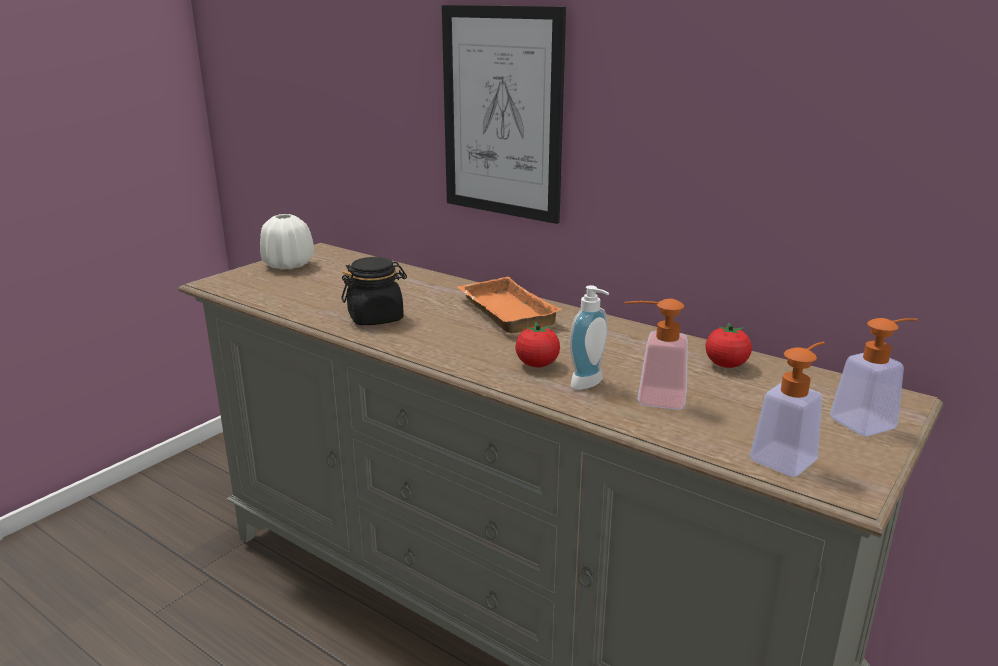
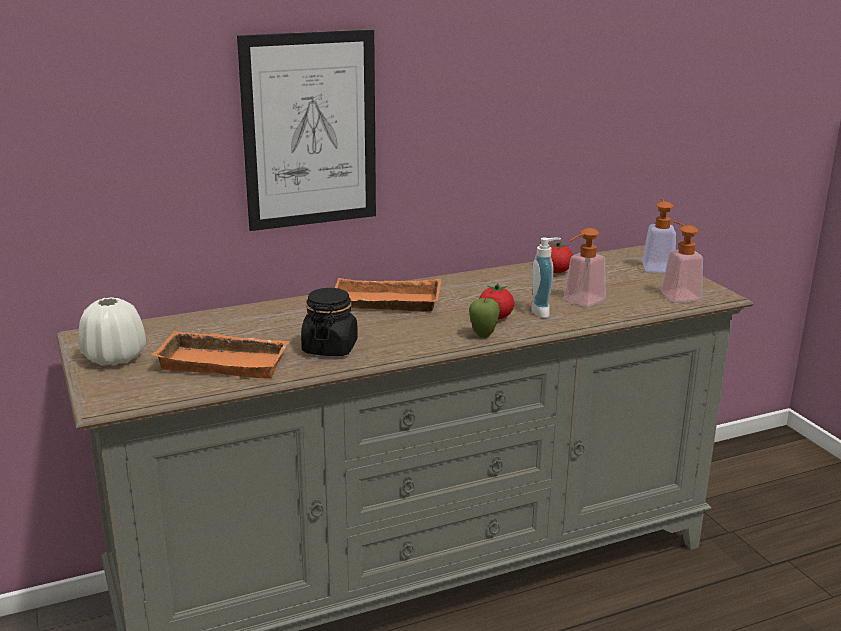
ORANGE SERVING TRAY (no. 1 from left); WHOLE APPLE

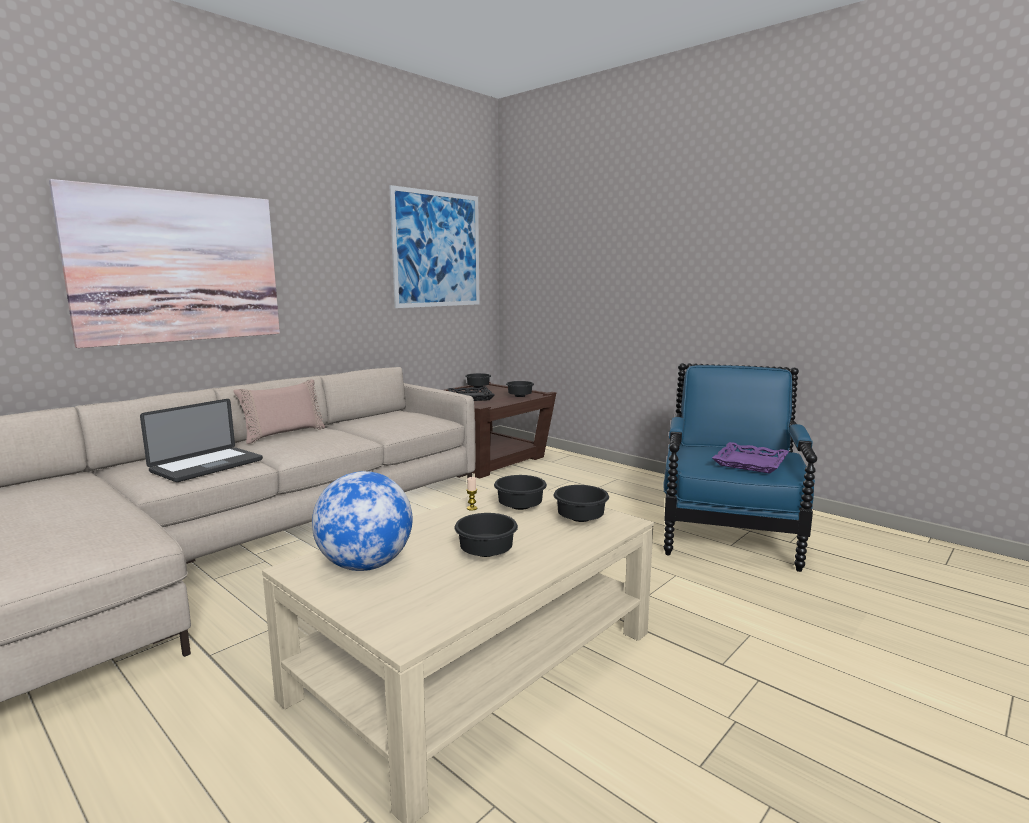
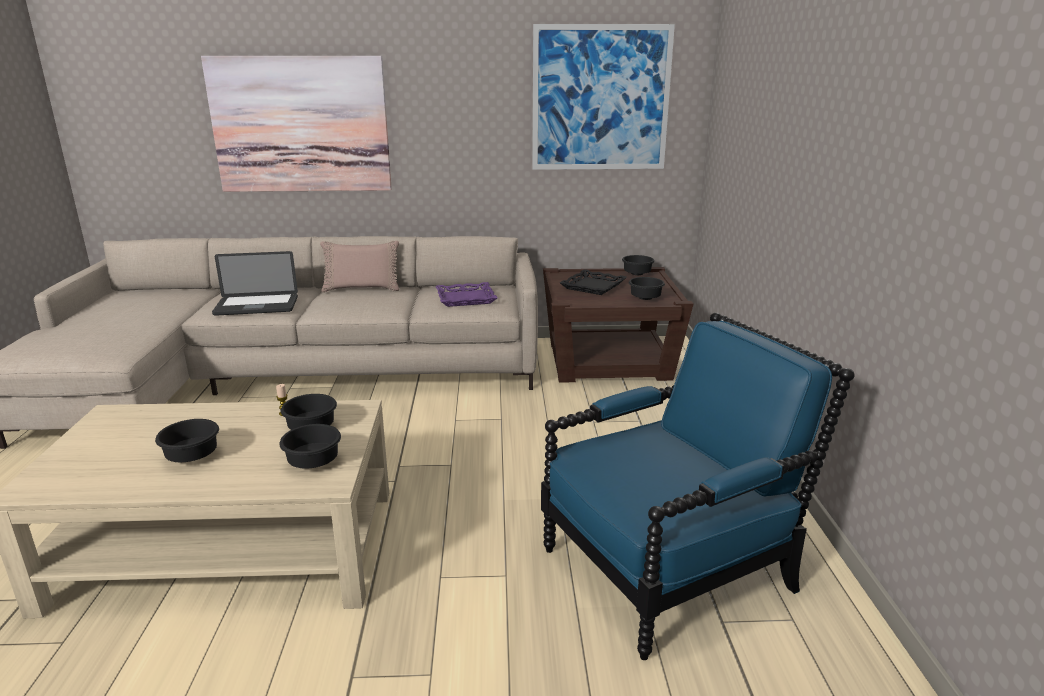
WORLD GLOBE; PURPLE-COLOURED SERVING TRAY

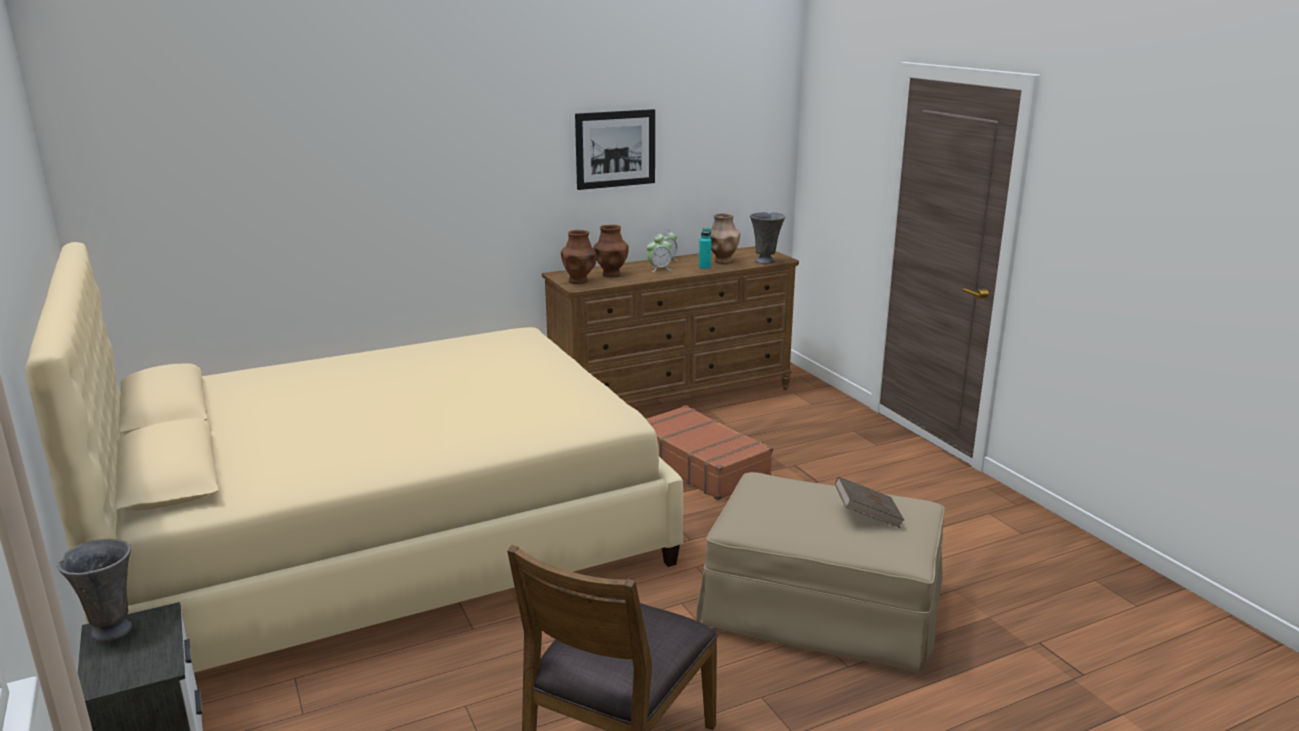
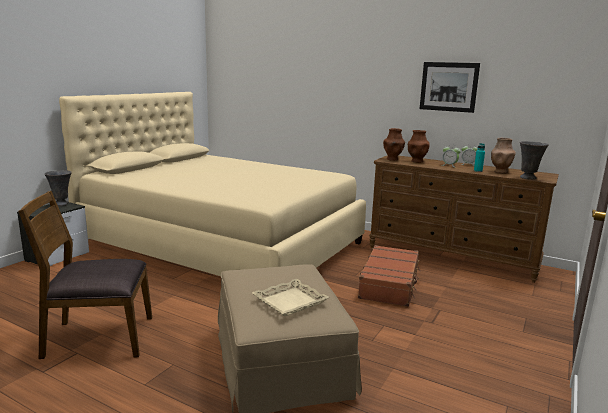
BEIGE-COLOURED SERVING TRAY

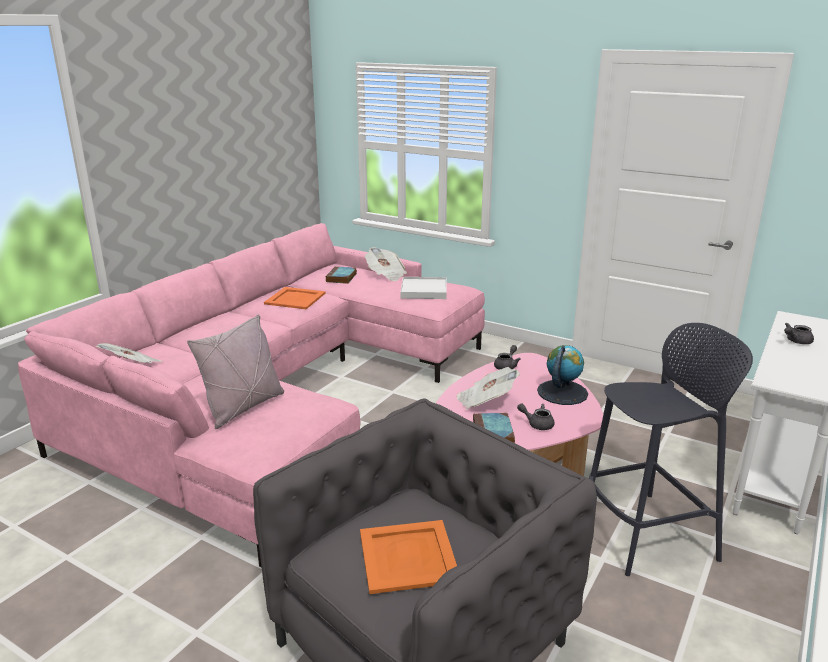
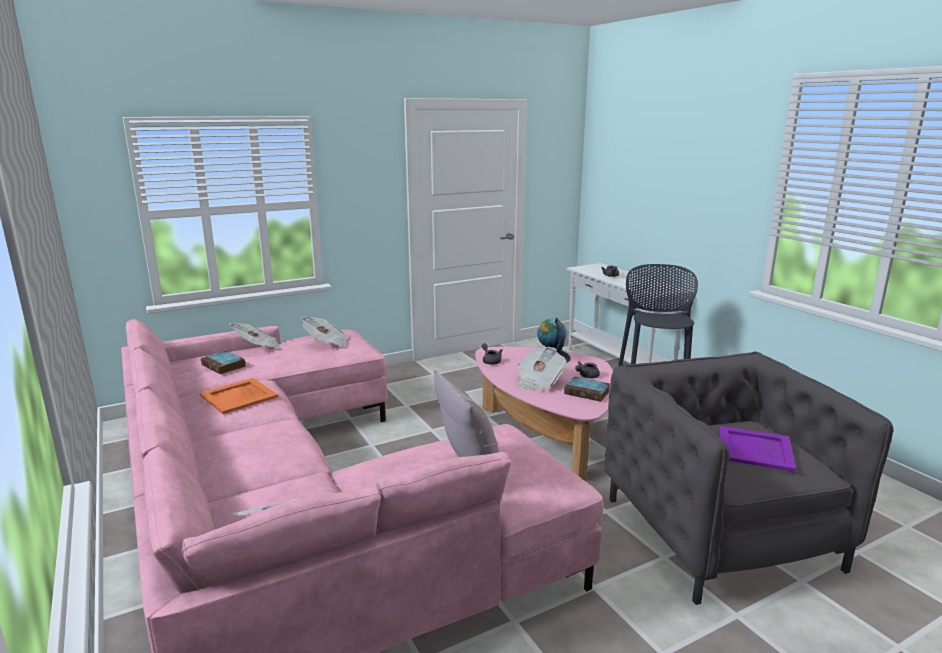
PRINTED PAPER (no. 3 from left); PURPLE-COLOURED SERVING TRAY

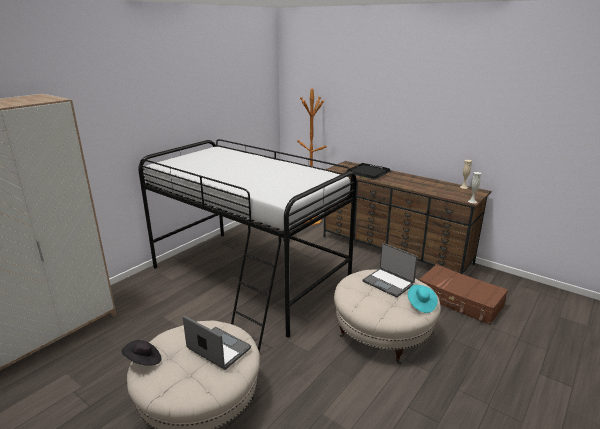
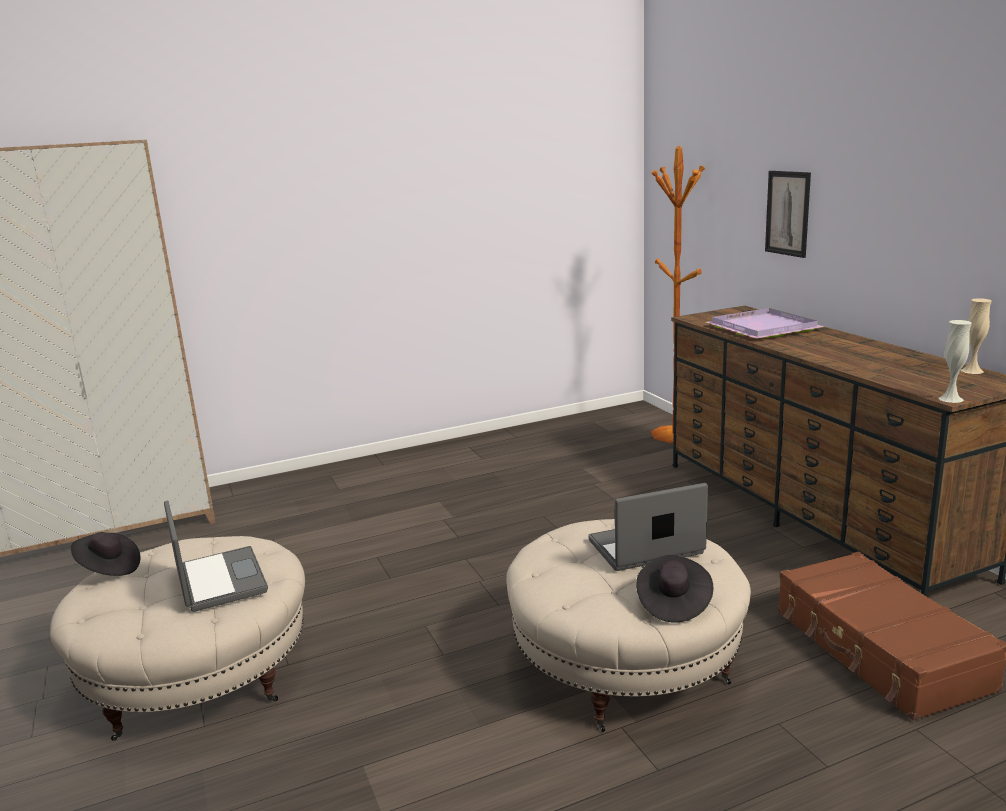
BLACKISH SLEEPING BED; PICTURE; PURPLE-COLOURED SERVING TRAY; BLACKISH CLOTHING HAT (no. 2 from left); LAPTOP (no. 2 from left)

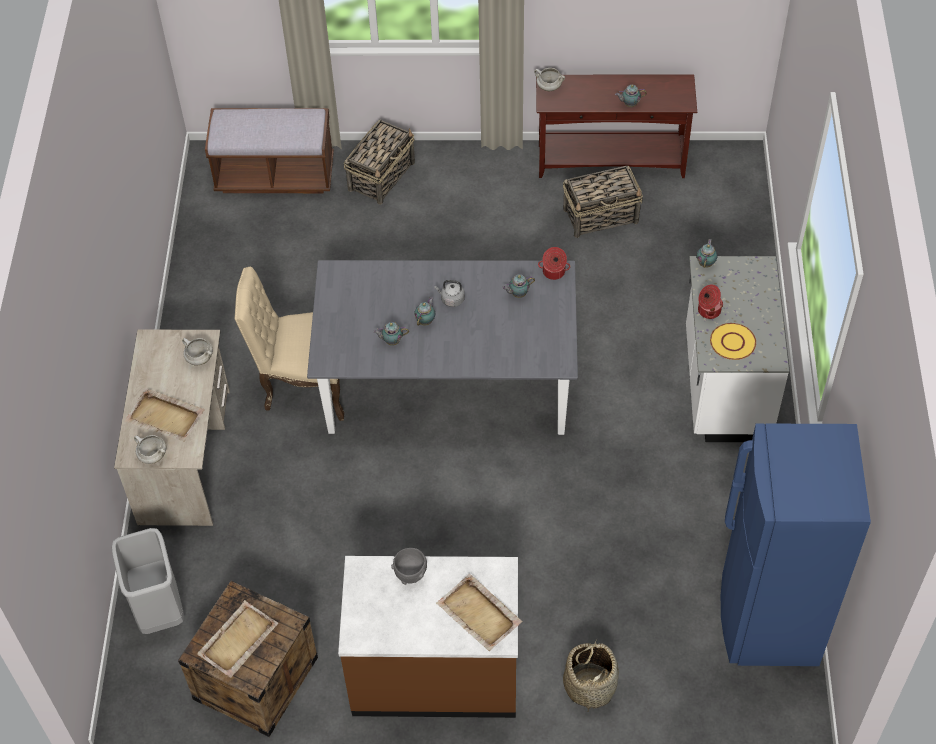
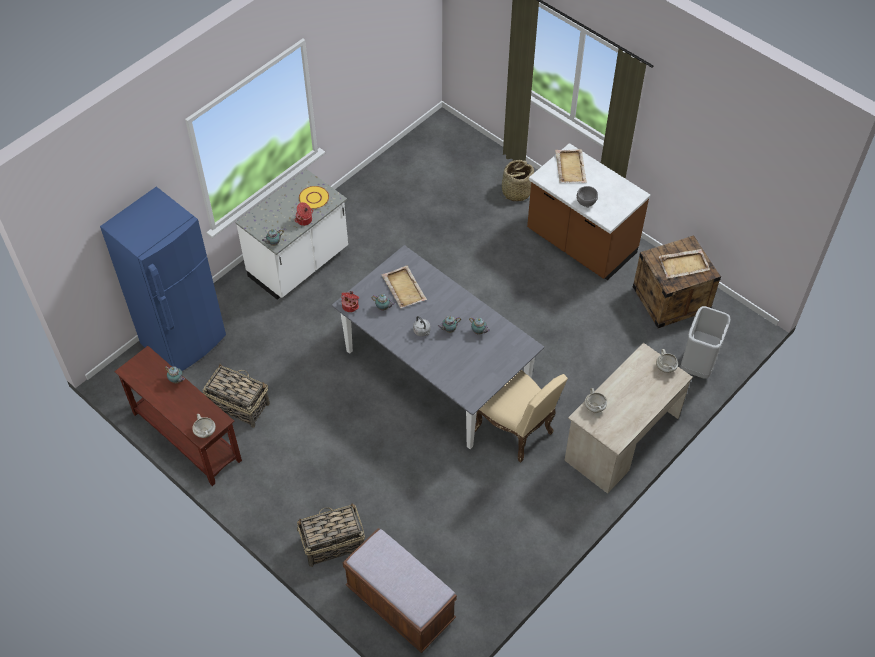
BEIGE-COLOURED SERVING TRAY (no. 1 from left); BLUE KITCHEN FRIDGE

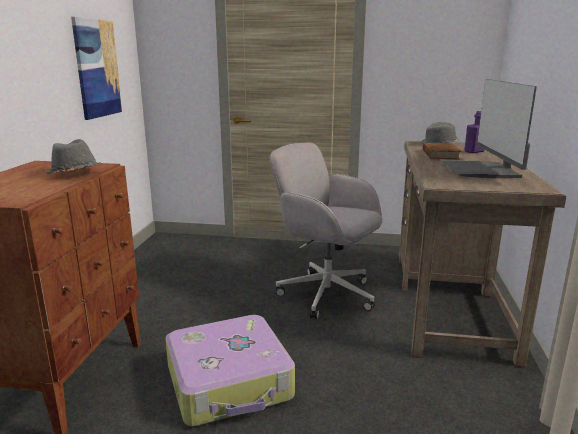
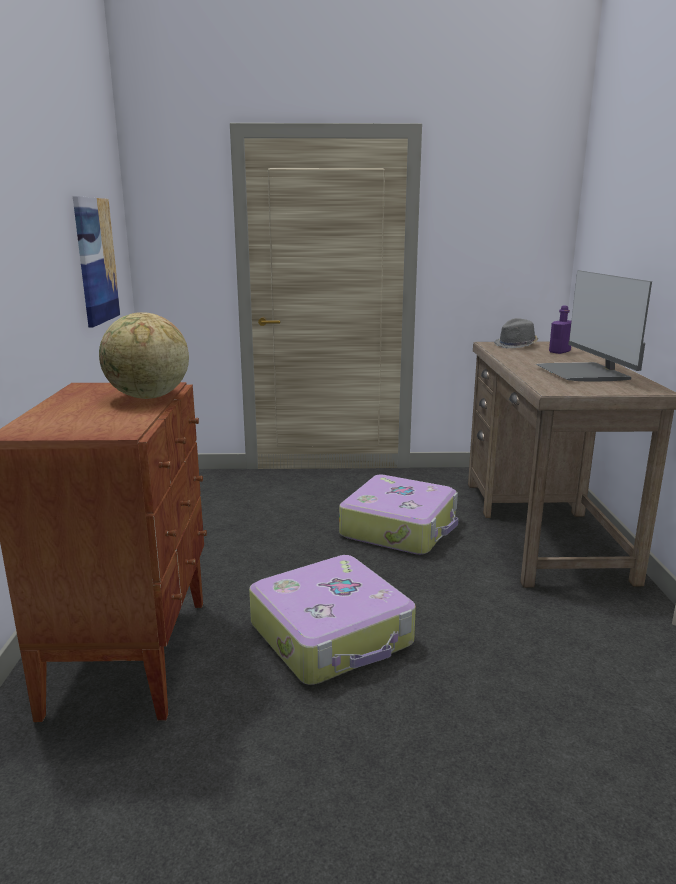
BROWNISH BOOK; WORLD GLOBE; PIECE OF LUGGAGE (no. 2 from left)

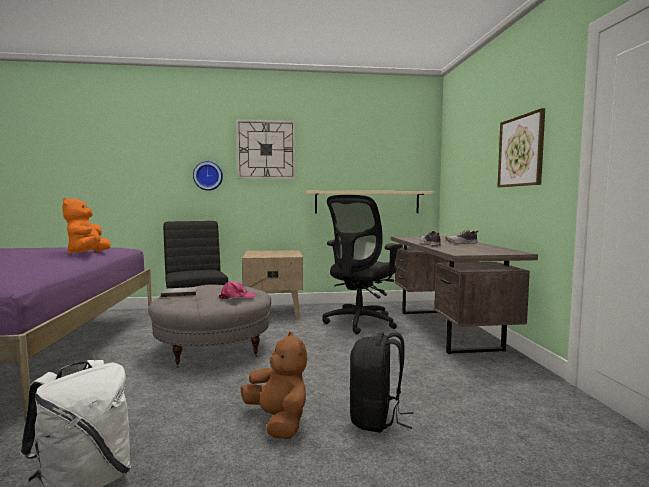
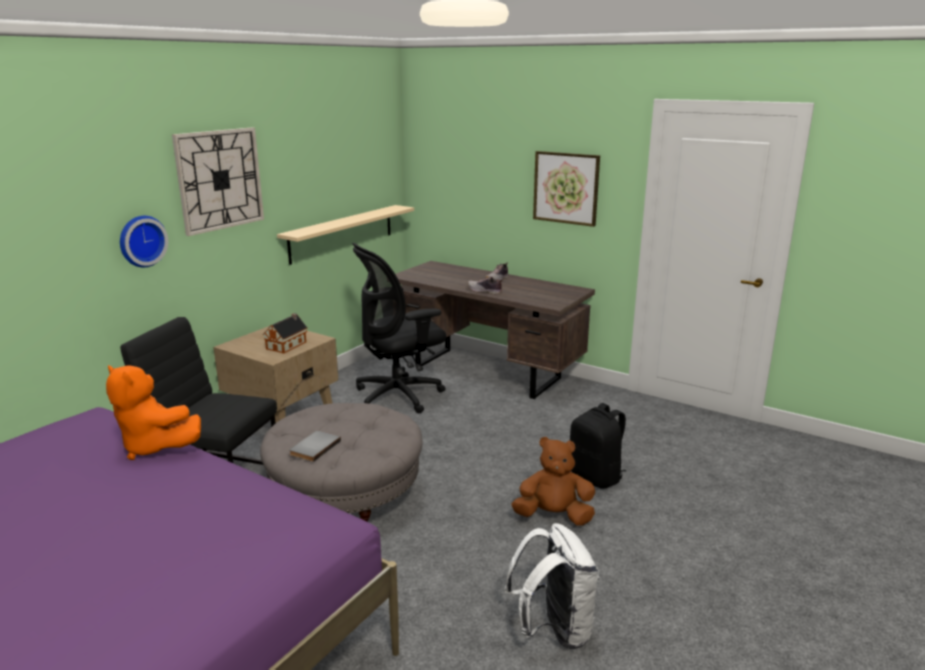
PINKISH PEAKED CAP; MINIATURE HOUSE; BLACKISH OFFICE CHAIR

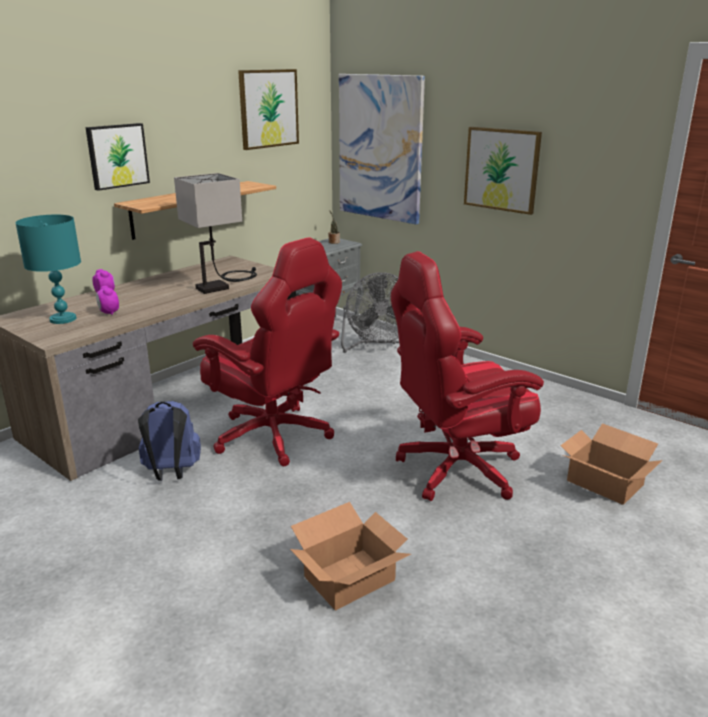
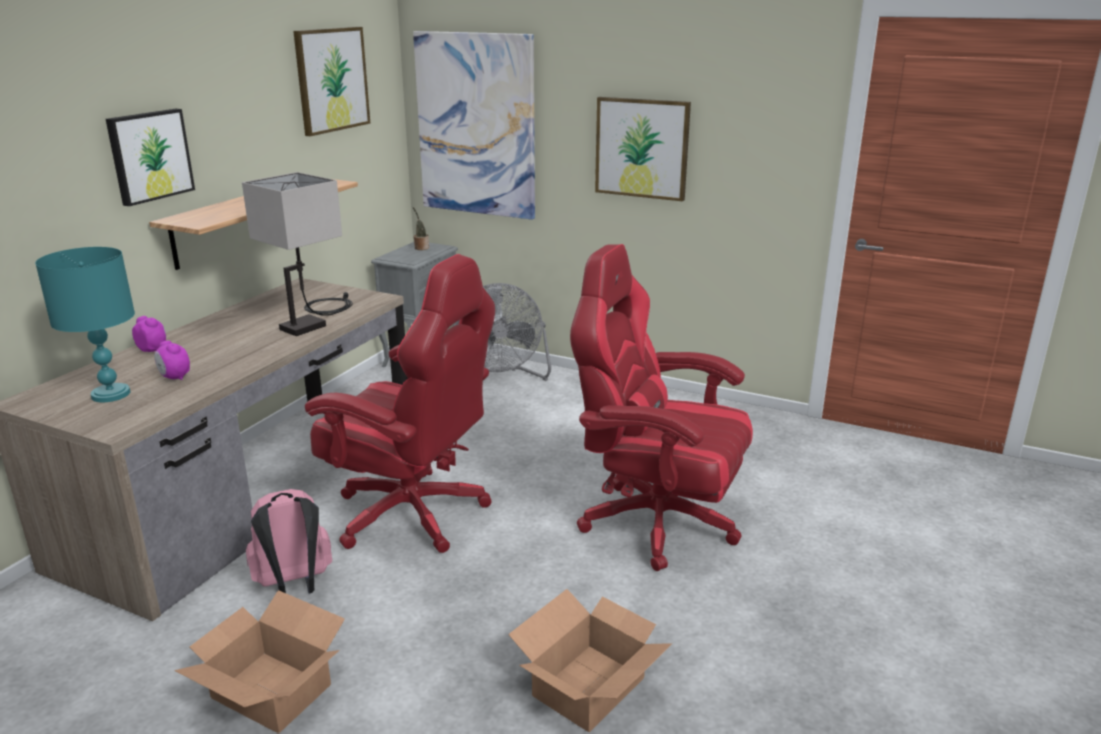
PACKING BOX (no. 1 from left); PINKISH BACKPACK; REDDISH OFFICE CHAIR (no. 2 from left)

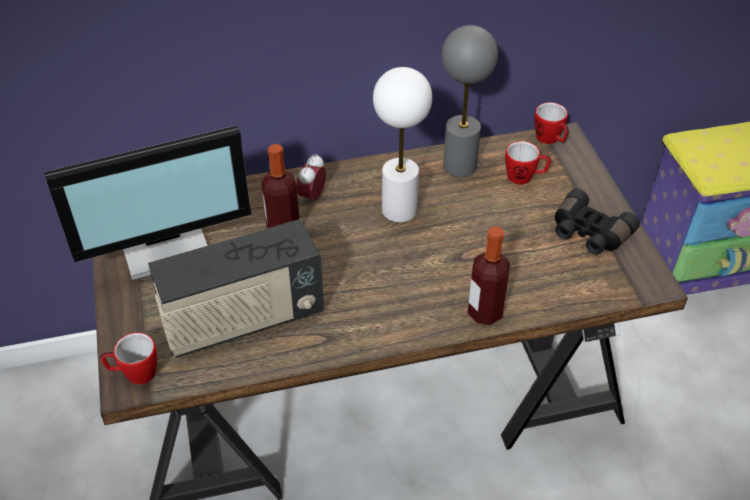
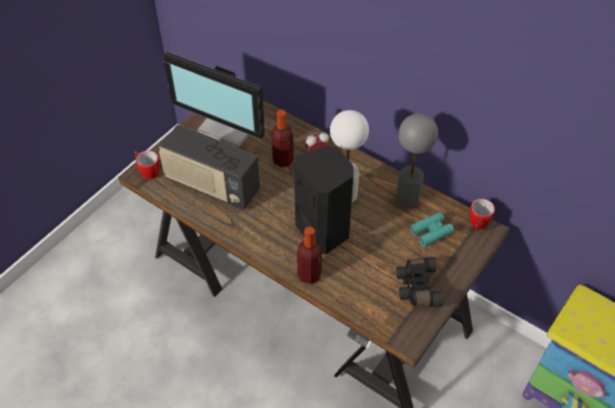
BLACKISH LOUDSPEAKER; TURQUOISE FIELD GLASSES

